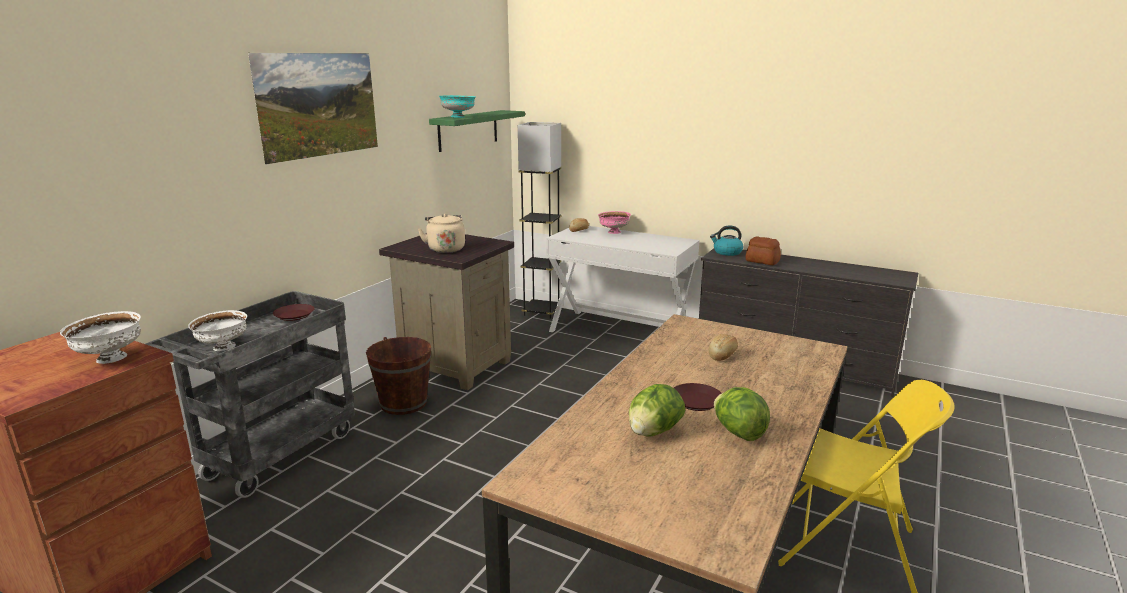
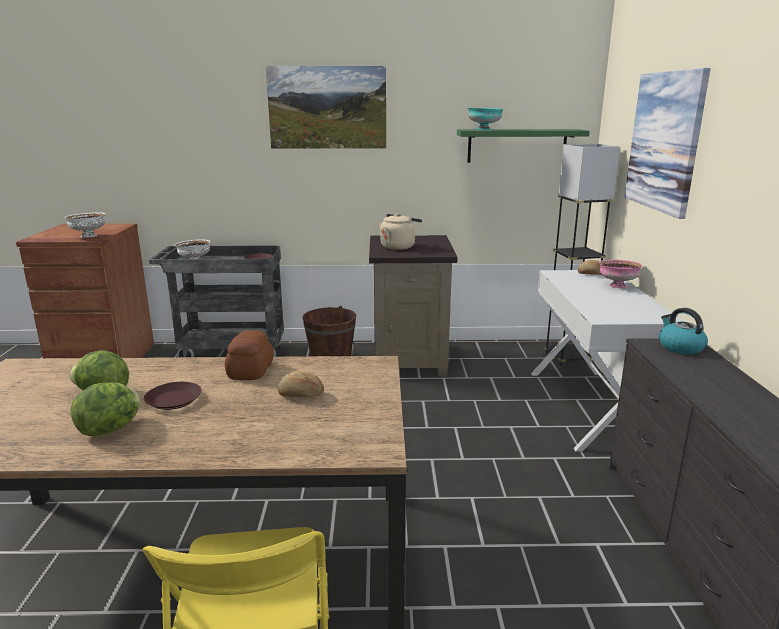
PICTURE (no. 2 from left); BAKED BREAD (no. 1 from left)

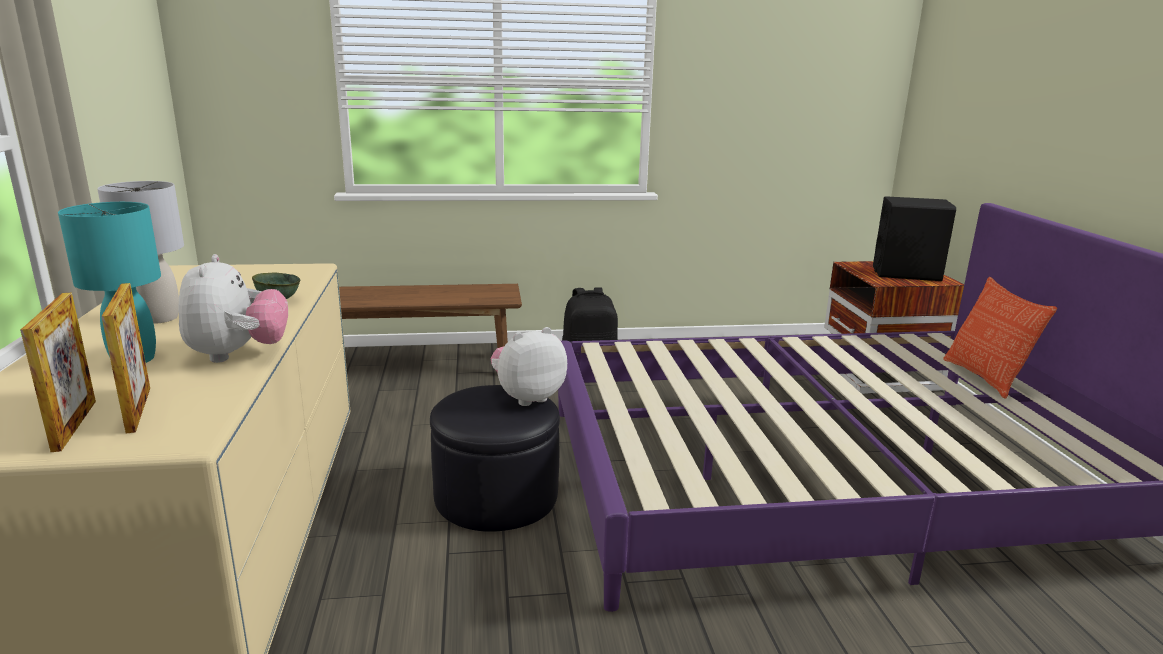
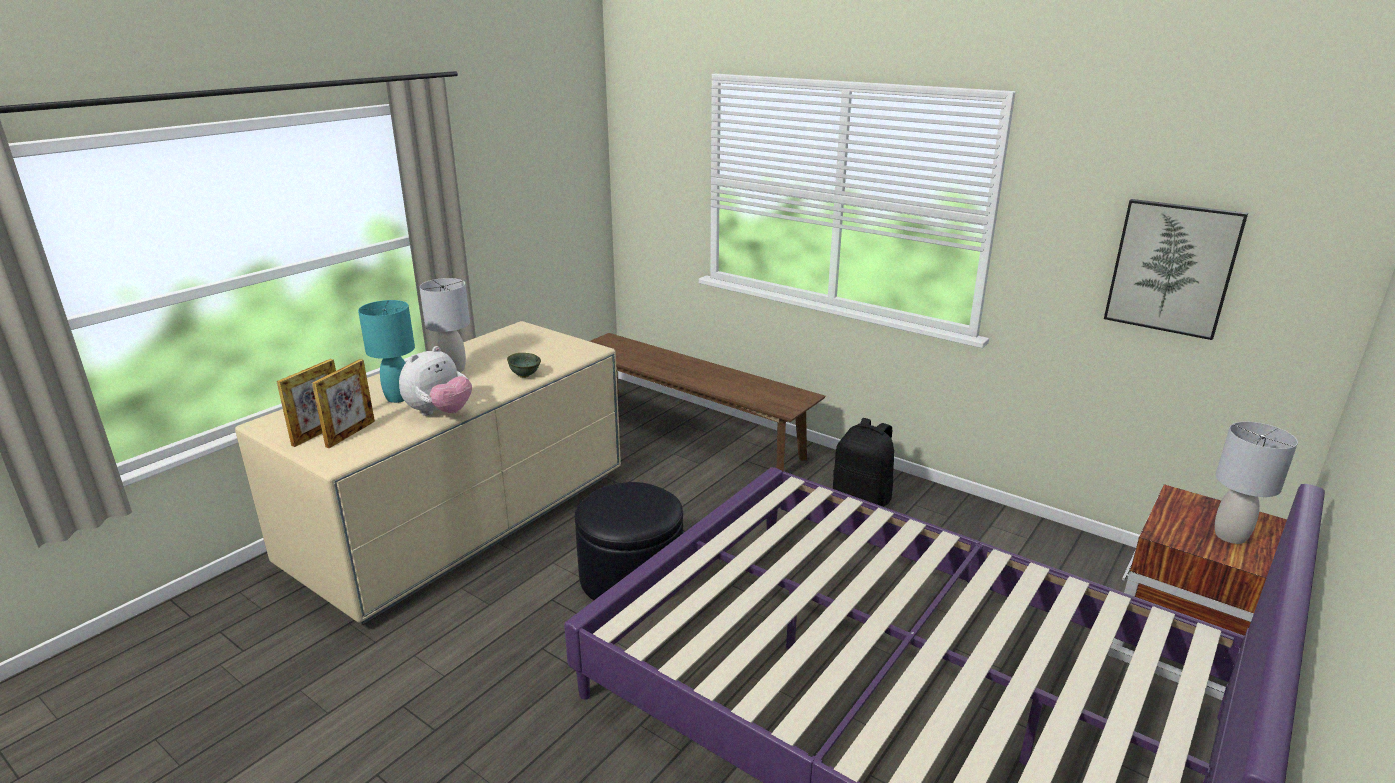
PLUSH TOY (no. 2 from left in the first image); ORANGE CUSHION; PICTURE; GREYISH TABLE LAMP (no. 2 from left)

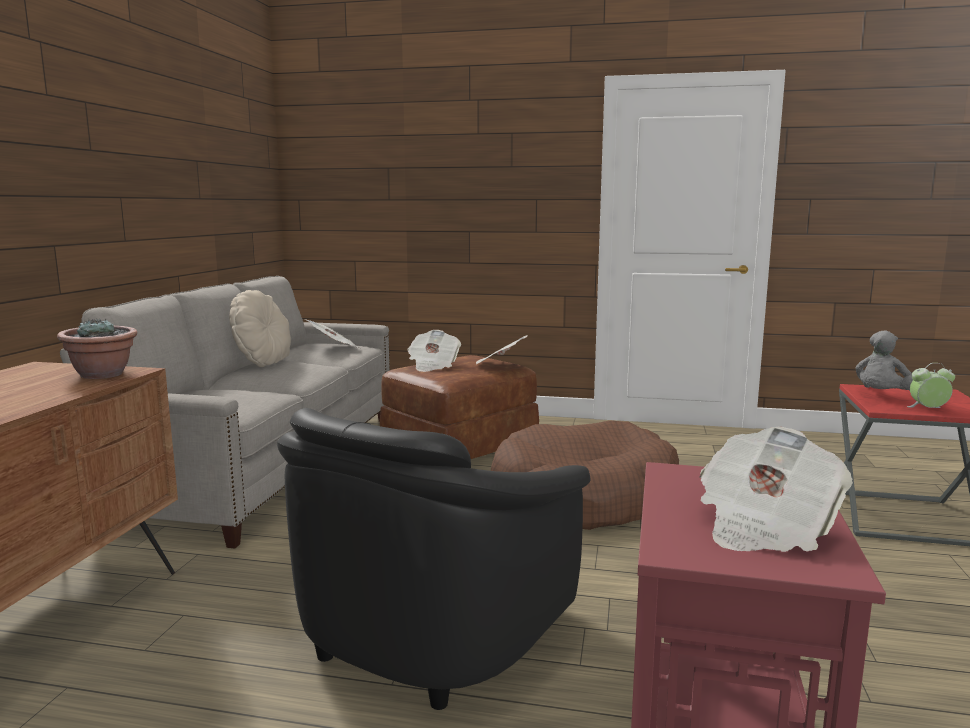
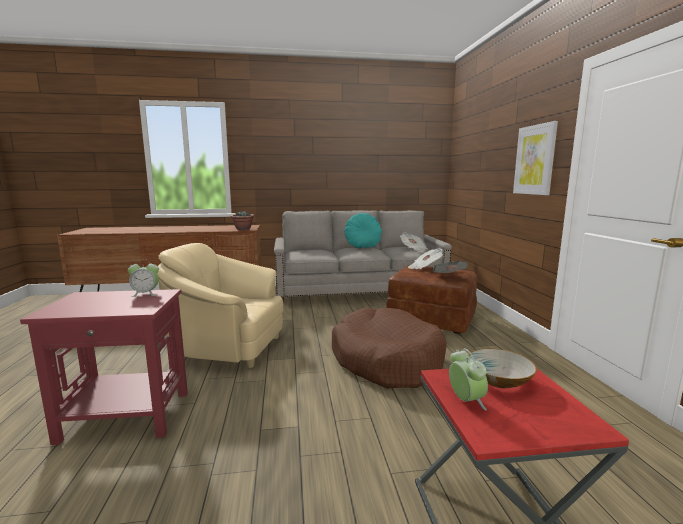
PRINTED PAPER (no. 4 from left in the first image); ALARM CLOCK (no. 1 from left); PICTURE; SERVING BOWL; TURQUOISE CUSHION; BEIGE-COLOURED LOUNGE CHAIR

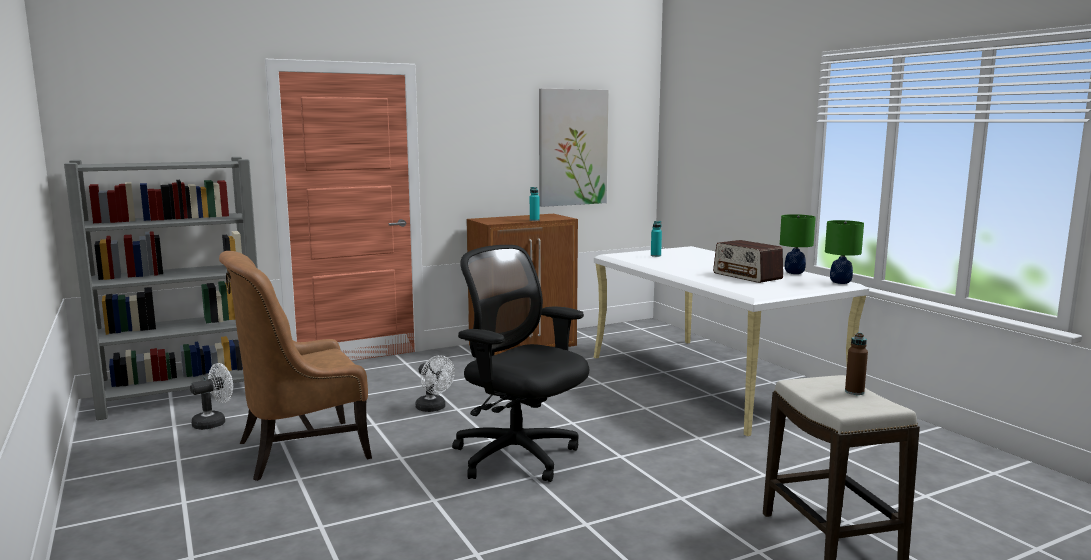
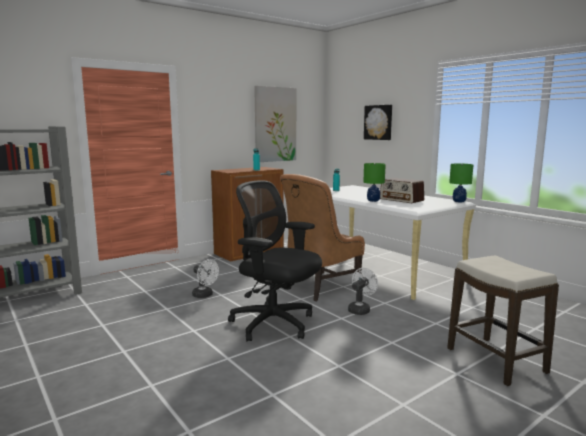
BROWNISH BOTTLE; PICTURE (no. 2 from left); WHITISH FAN (no. 2 from left); BROWNISH UPRIGHT CHAIR; GREENISH TABLE LAMP (no. 1 from left)

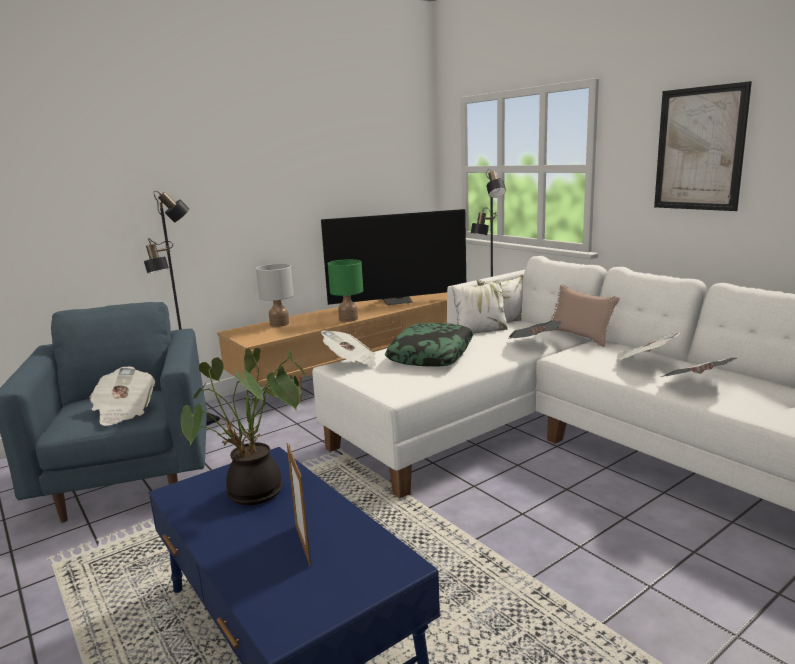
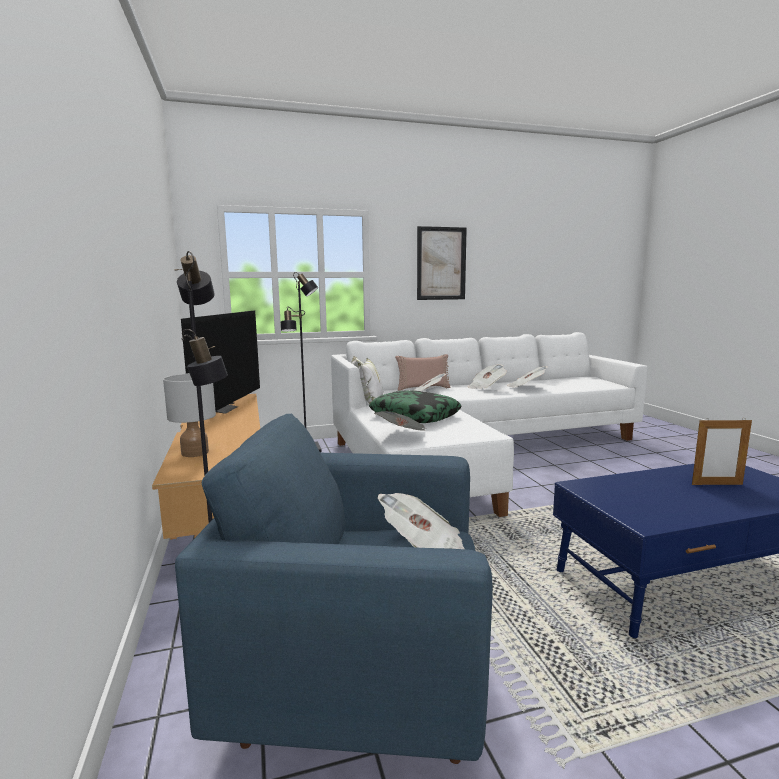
HOUSEPLANT; GREENISH TABLE LAMP

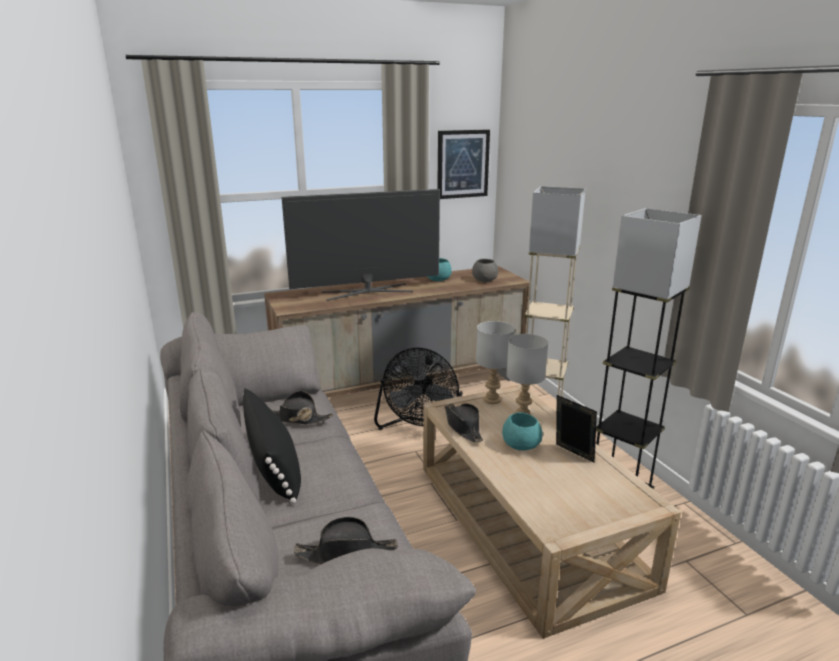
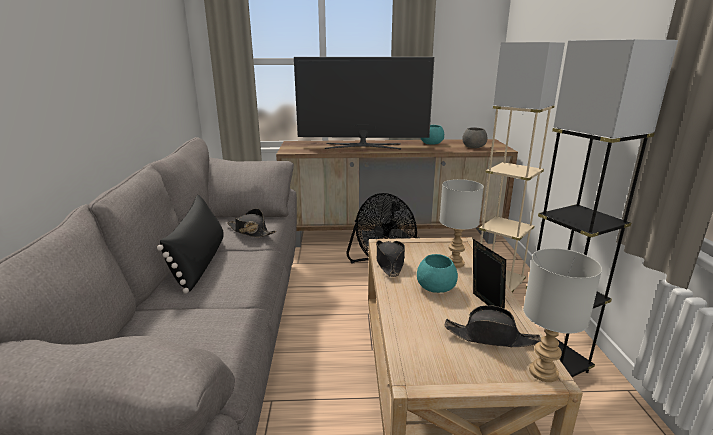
PICTURE; BLACKISH CLOTHING HAT (no. 3 from left); GREYISH TABLE LAMP (no. 2 from left)

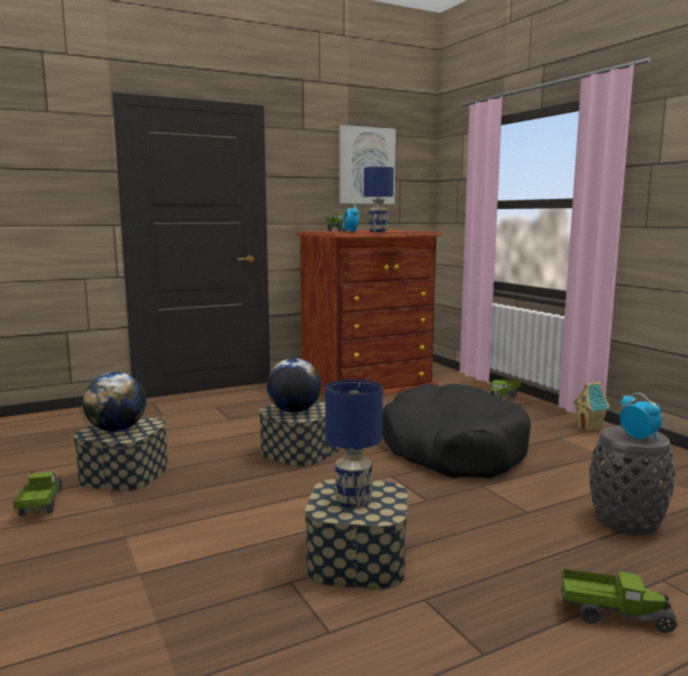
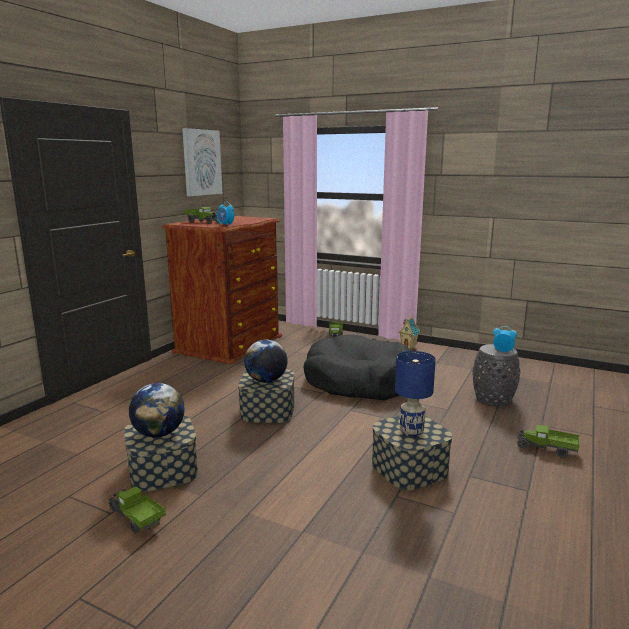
BLUE TABLE LAMP (no. 2 from left in the first image); MODEL TRUCK (no. 4 from left)

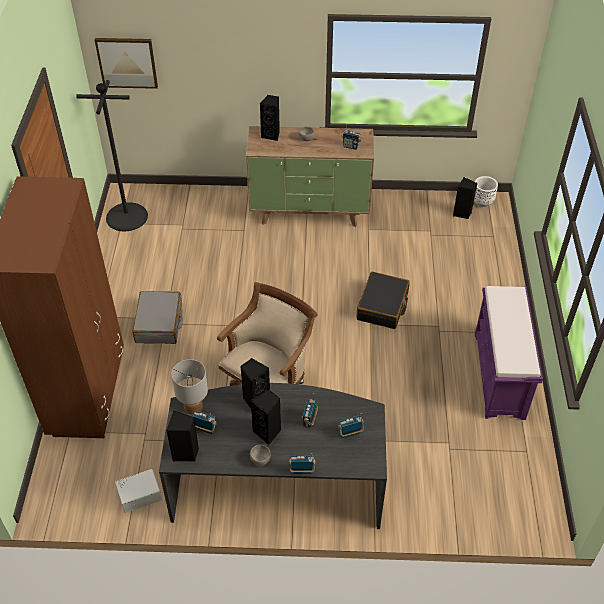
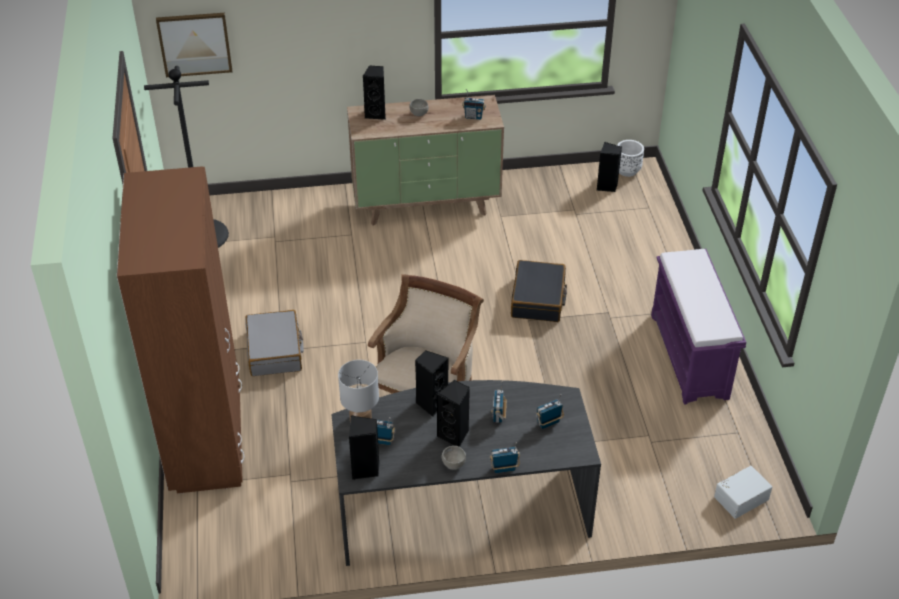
WHITISH STORAGE BOX

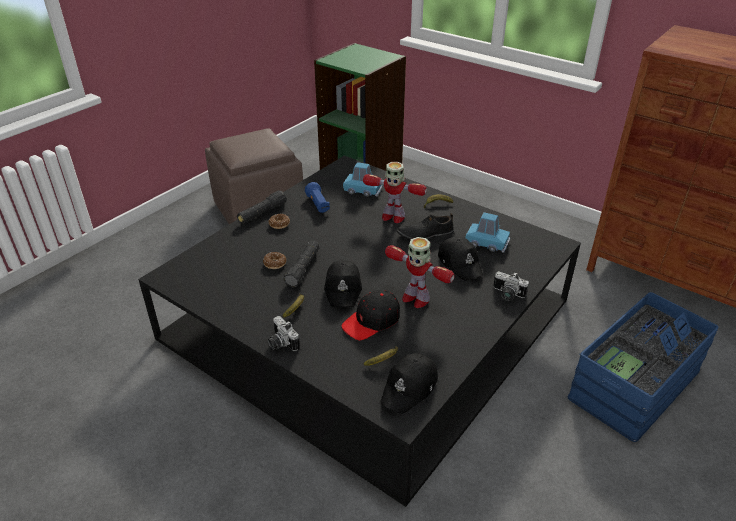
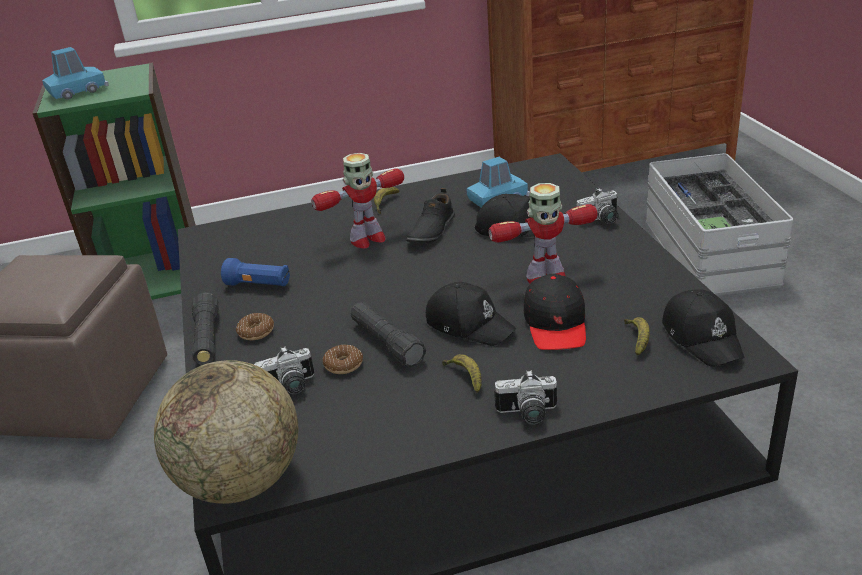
WORLD GLOBE; STILL CAMERA (no. 1 from left); BLUE TOY CAR (no. 1 from left); GREYISH STORAGE BOX

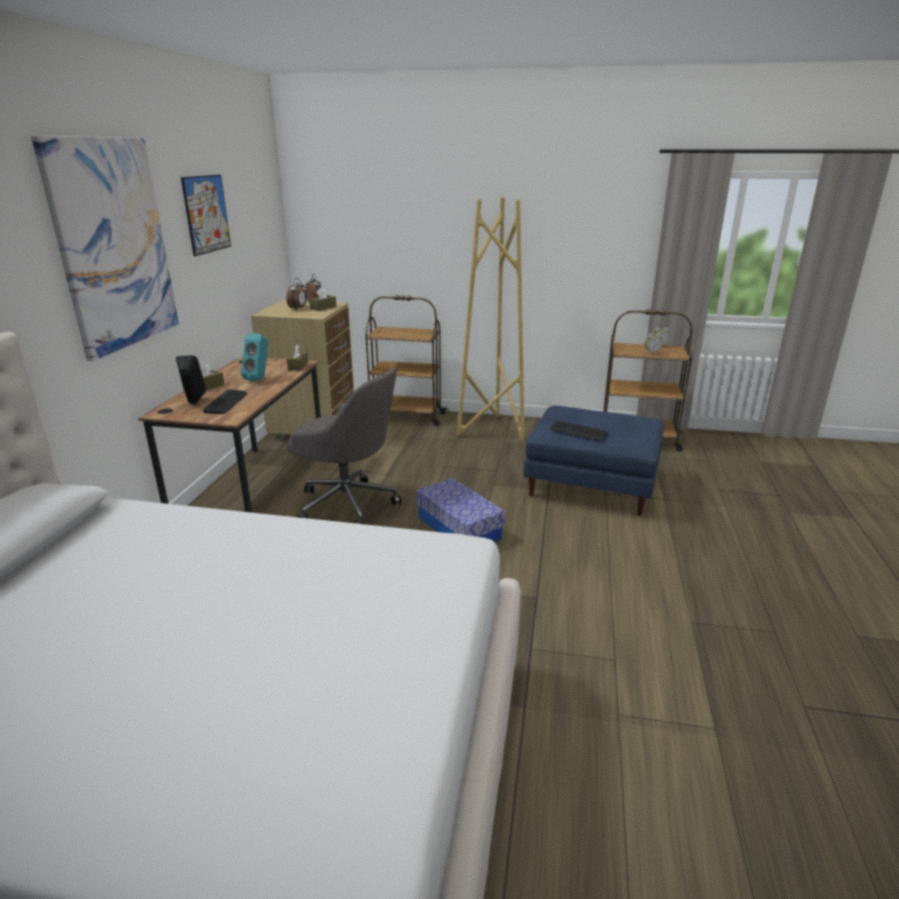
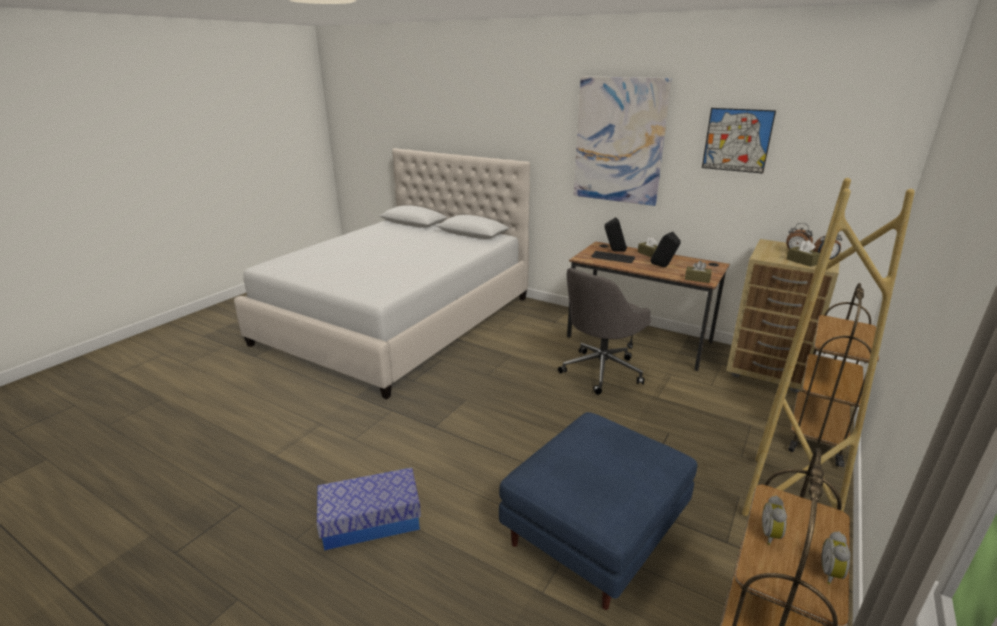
KEYBOARD (no. 2 from left in the first image); STORAGE BOX; BLACKISH LOUDSPEAKER (no. 2 from left)

